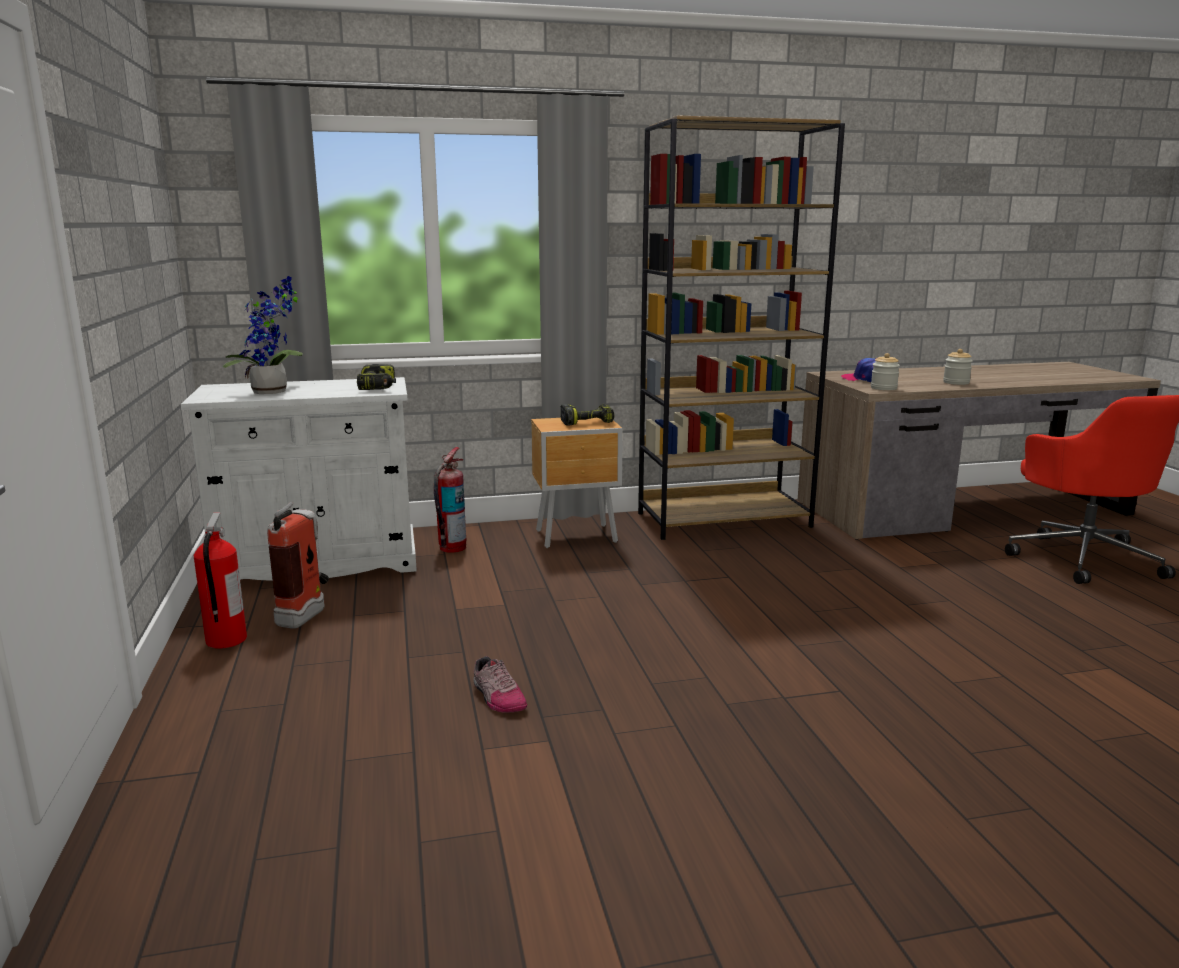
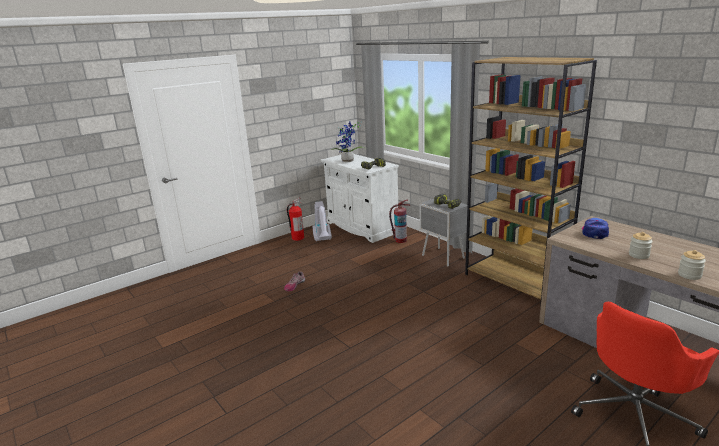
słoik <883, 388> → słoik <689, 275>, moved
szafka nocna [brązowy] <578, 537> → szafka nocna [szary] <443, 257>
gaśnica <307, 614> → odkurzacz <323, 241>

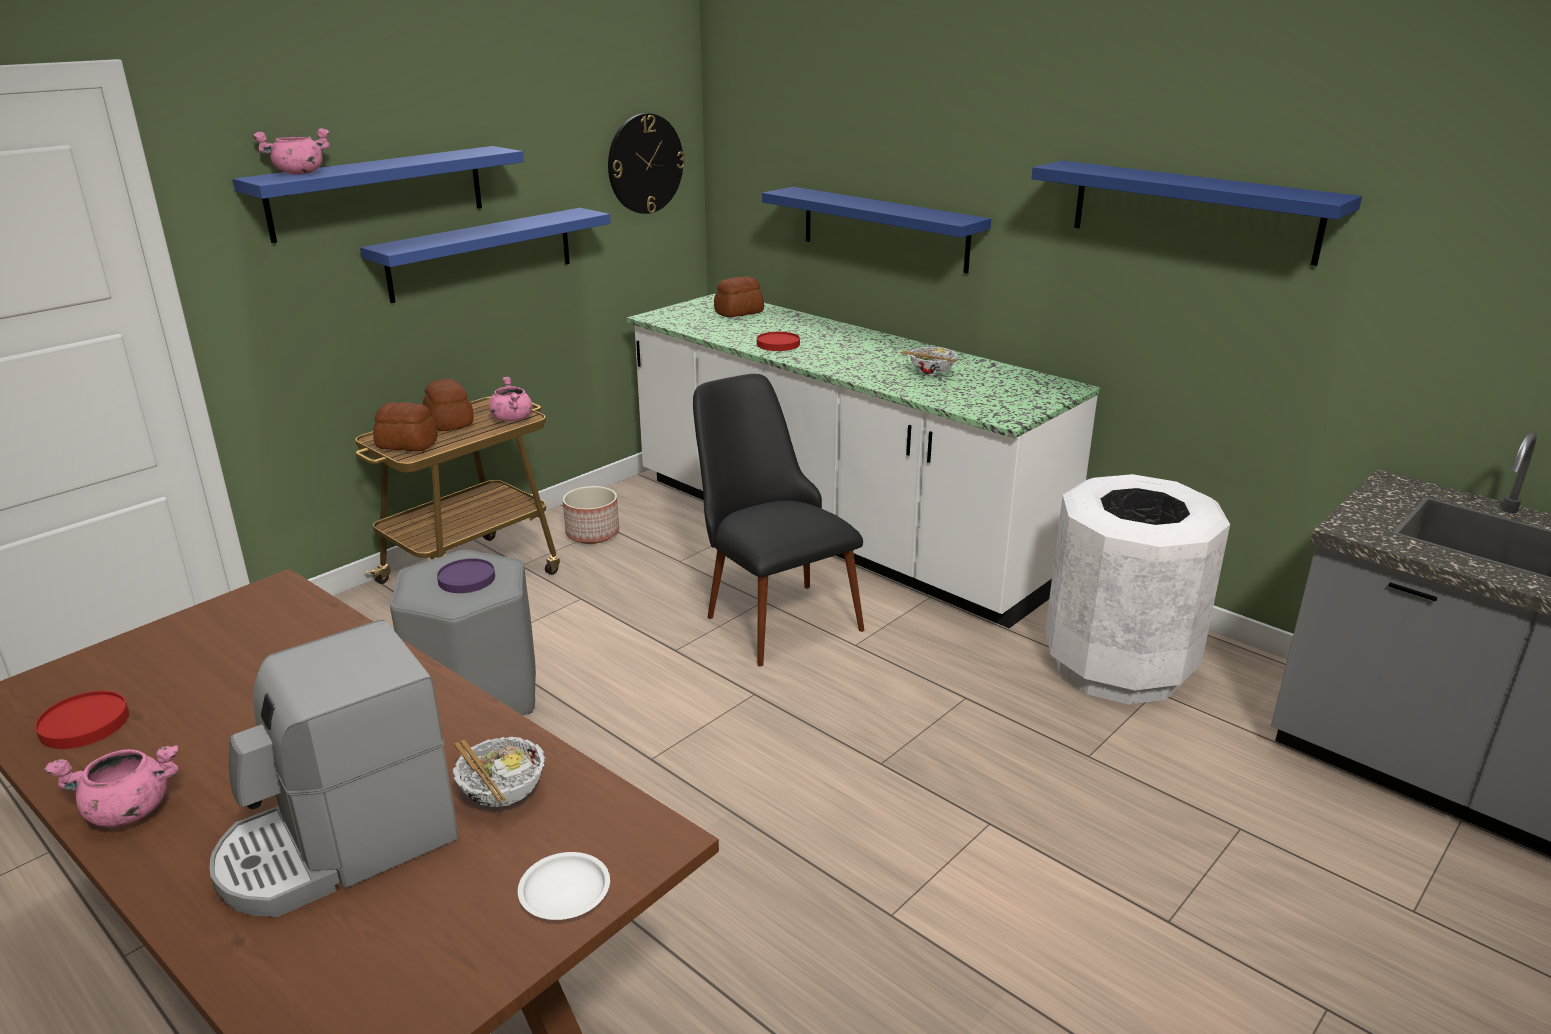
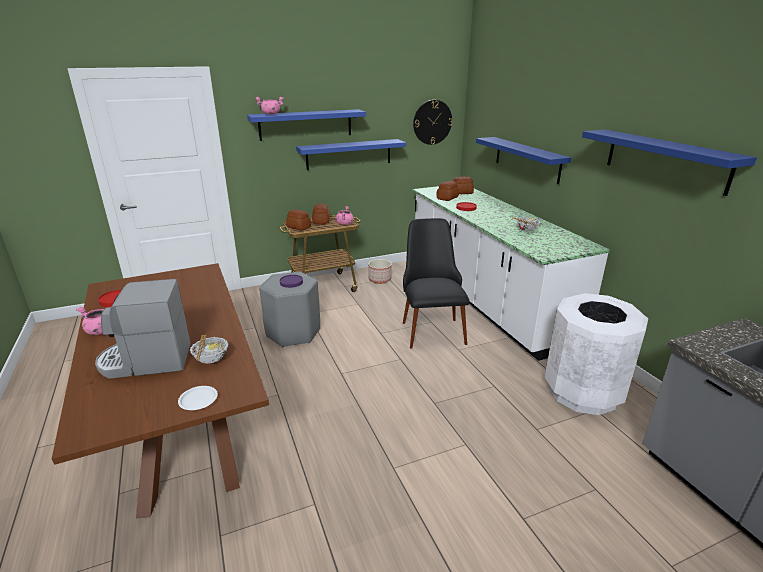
- → chleb <447, 198>

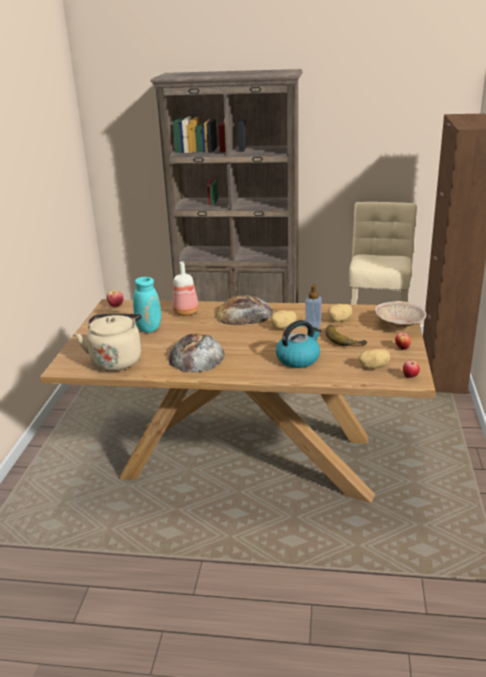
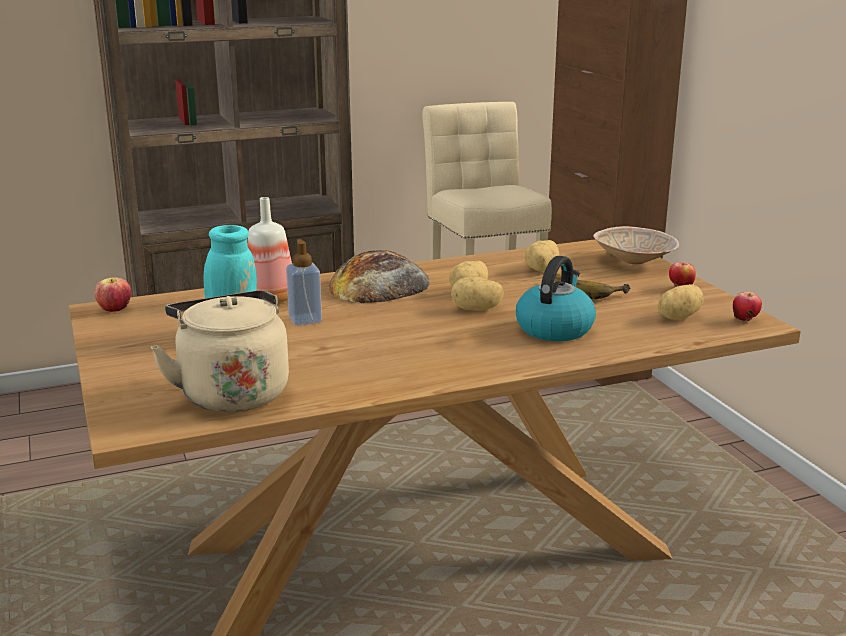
dozownik mydła <313, 325> → dozownik mydła <305, 320>, moved
chleb <196, 356> → -
- → ziemniak <476, 309>

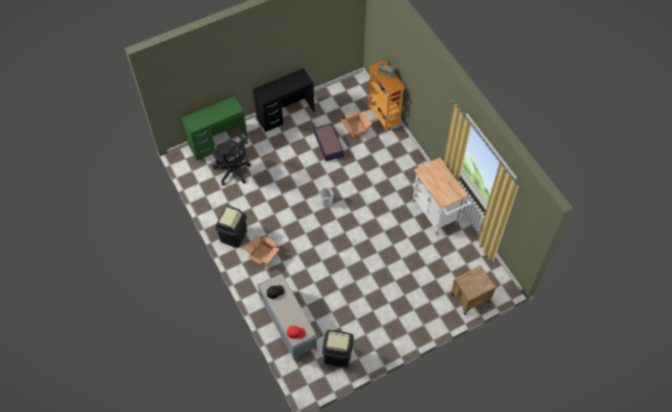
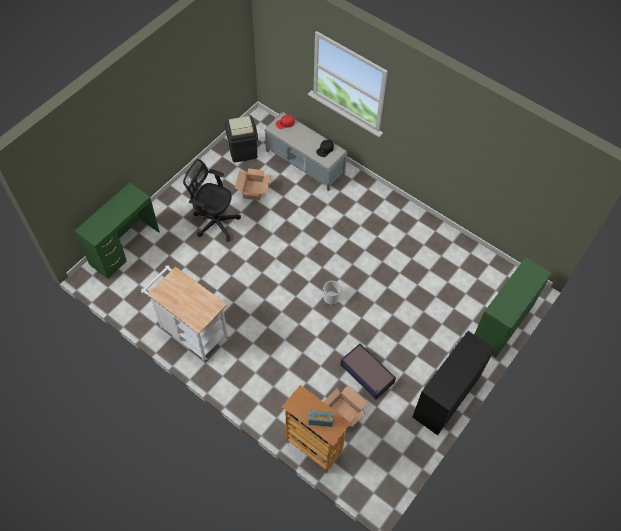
krzesło biurowe [czarny] <233, 172> → krzesło biurowe [czarny] <214, 221>, moved
kosz na śmieci [czarny] <233, 236> → -
karton <262, 255> → karton <254, 190>, moved
szafka nocna [brązowy] <470, 299> → biurko [zielony] <124, 248>

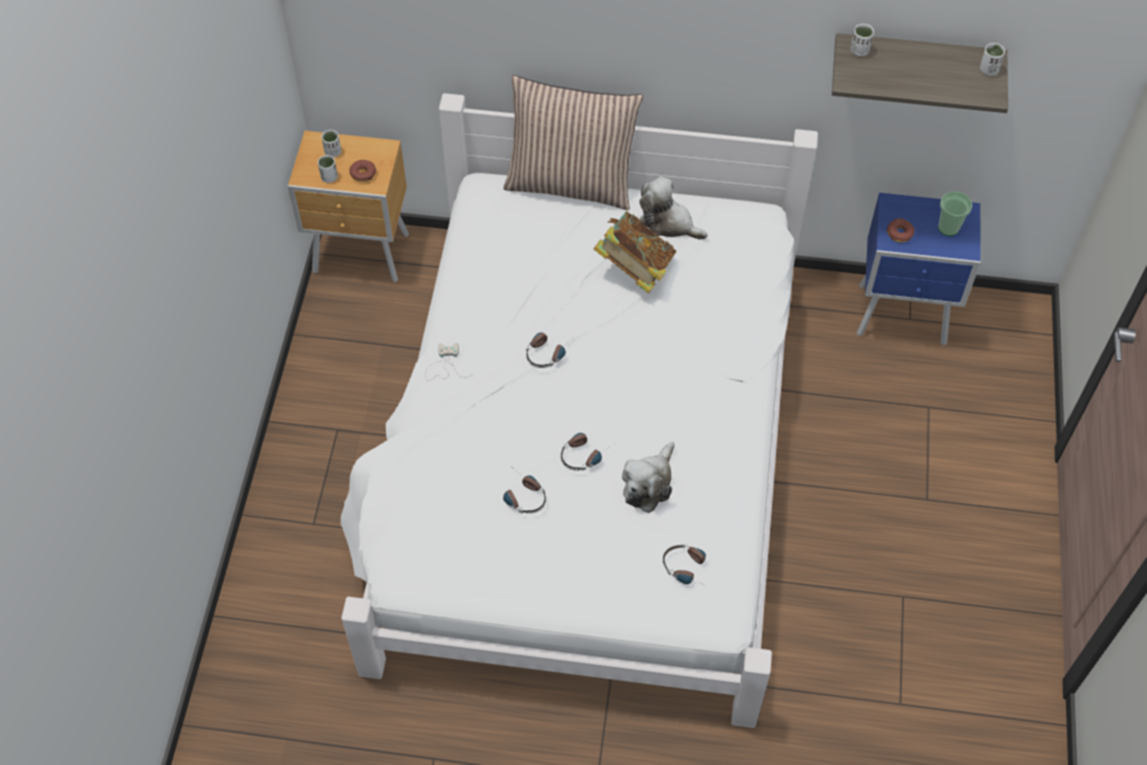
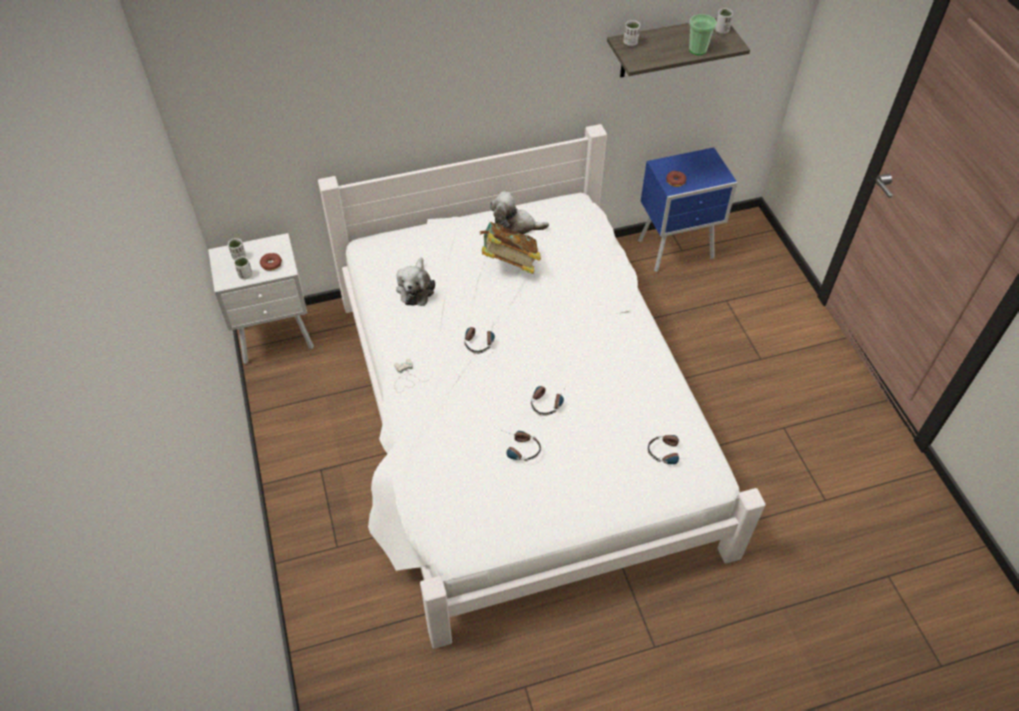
poduszka <571, 183> → -
szafka nocna [brązowy] <363, 255> → szafka nocna [biały] <277, 338>
filiżanka <948, 227> → filiżanka <697, 50>, moved
pluszak <649, 483> → pluszak <416, 289>, moved

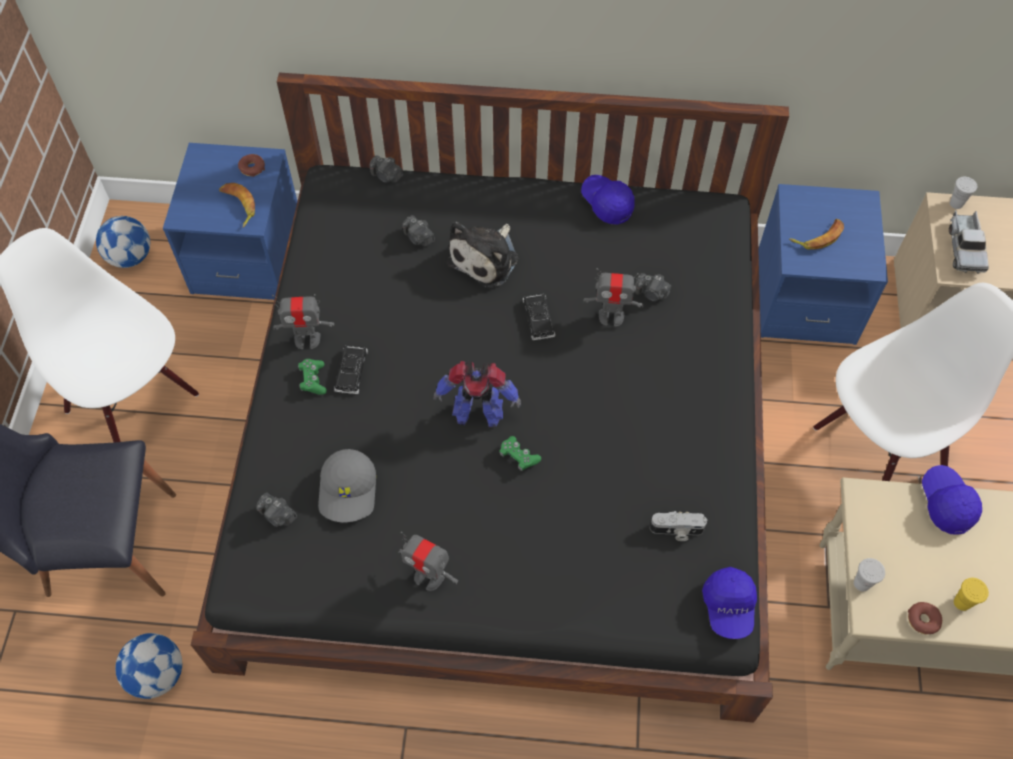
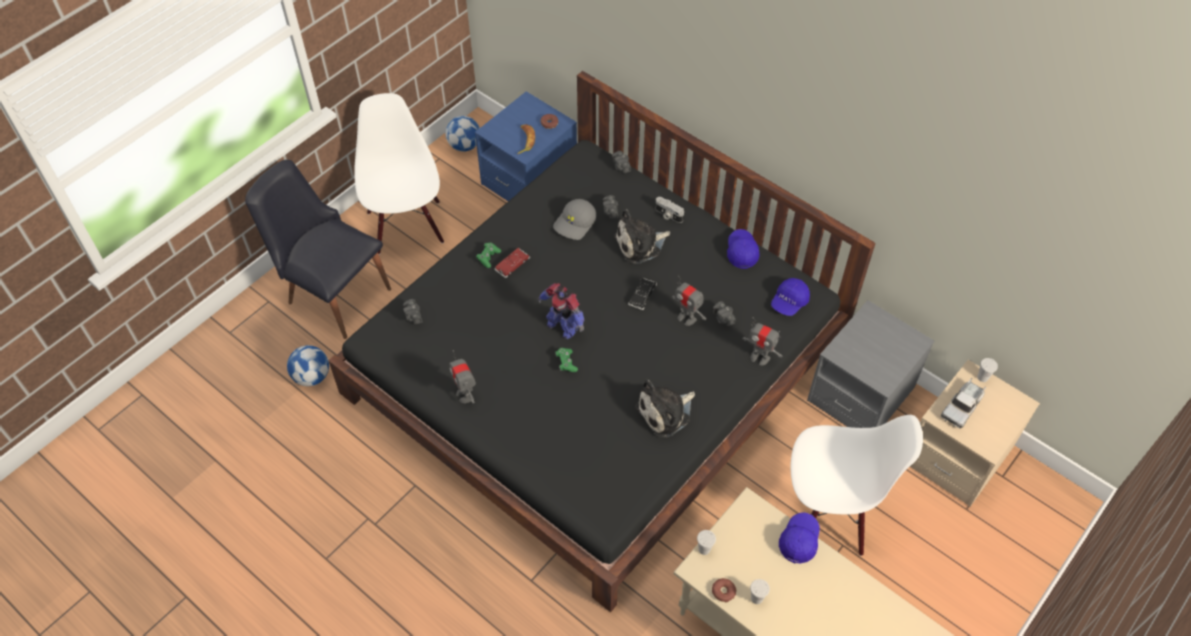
szafka nocna [niebieski] <805, 298> → szafka nocna [szary] <860, 394>
banan <818, 237> → -
robot zabawkowy <307, 339> → robot zabawkowy <760, 357>, moved
samochodzik [czarny] <351, 371> → samochodzik [czerwony] <512, 264>
czapka z daszkiem [szary] <349, 491> → czapka z daszkiem [szary] <575, 224>, moved
aparat fotograficzny <676, 531> → aparat fotograficzny <668, 215>, moved
czapka z daszkiem [niebieski] <728, 607> → czapka z daszkiem [niebieski] <789, 302>, moved
filiżanka [żółty] <962, 602> → filiżanka [biały] <756, 598>
- → pluszak <666, 412>

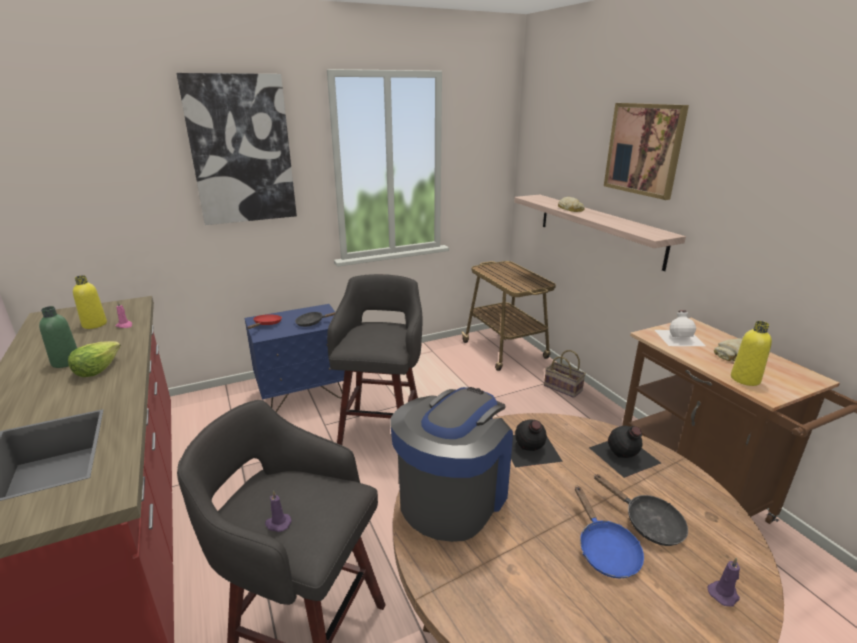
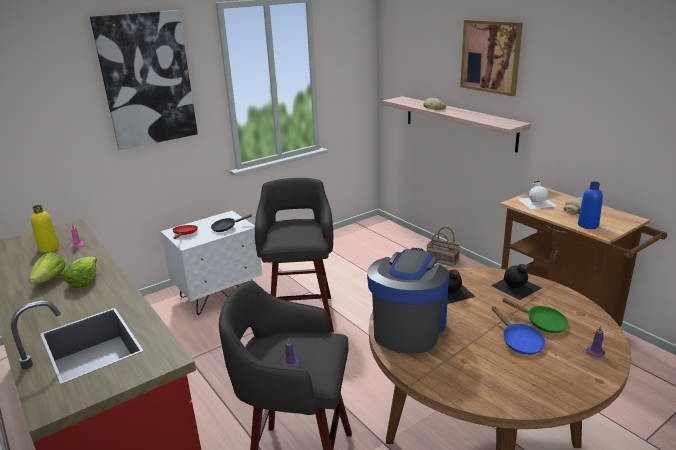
wózek <505, 351> → -
szafka nocna [niebieski] <303, 394> → szafka nocna [biały] <219, 295>
butelka [zielony] <66, 362> → sałata <50, 279>
butelka [żółty] <745, 379> → butelka [niebieski] <588, 225>
patelnia [czarny] <647, 523> → patelnia [zielony] <542, 323>

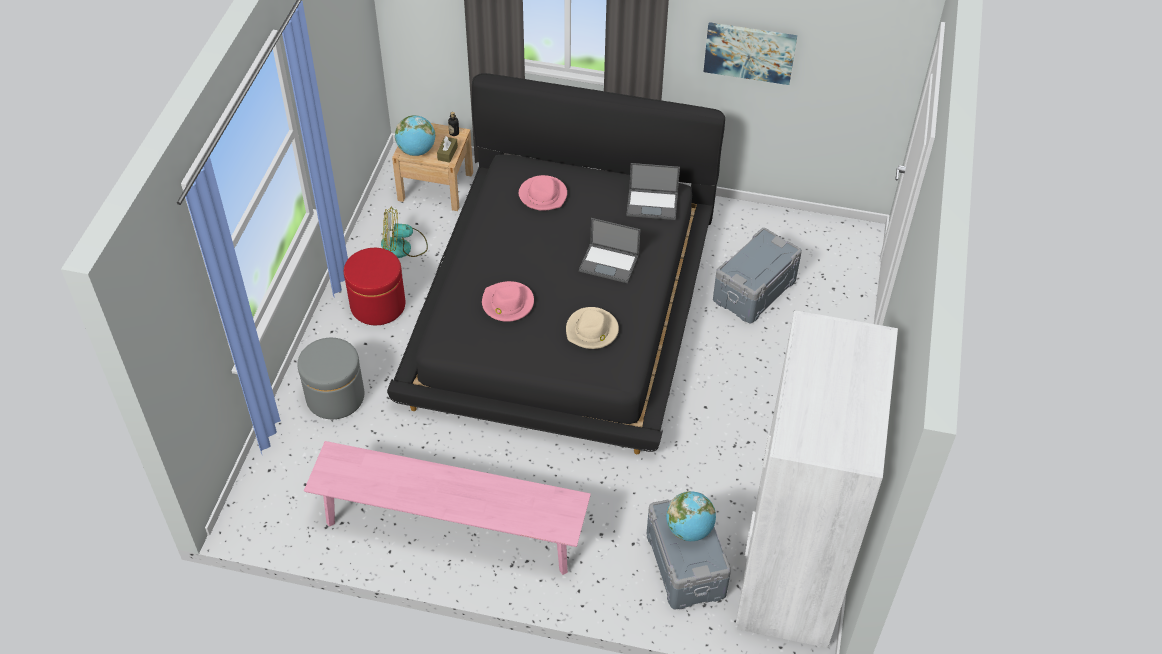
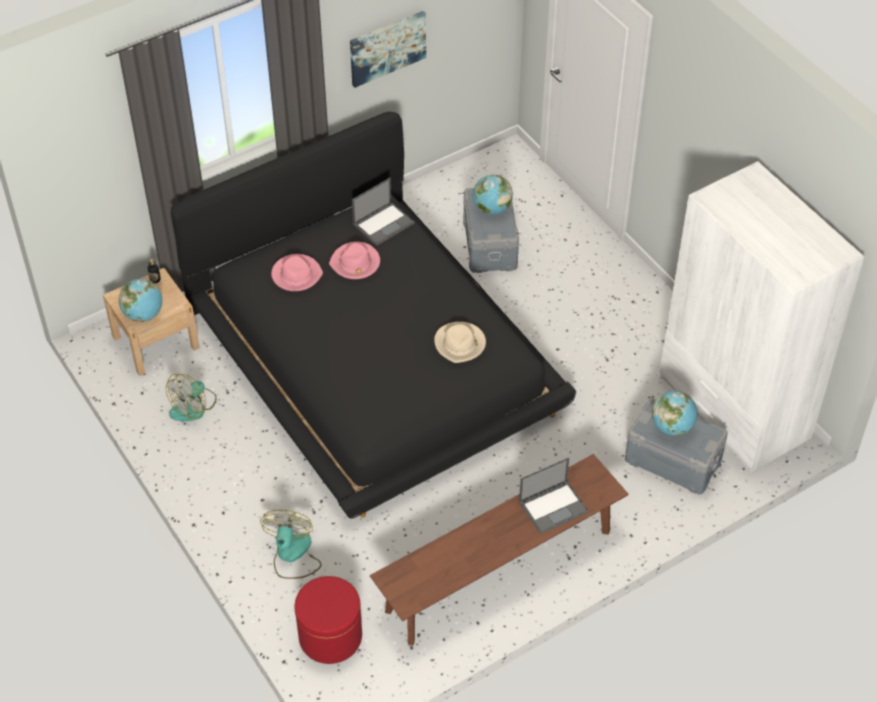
pudełko chusteczek [brązowy] <447, 153> → -
laptop <609, 263> → laptop <554, 506>, moved
pufa [czerwony] <378, 305> → pufa [czerwony] <330, 637>, moved
kapelusz [różowy] <507, 304> → kapelusz [różowy] <355, 263>, moved
pufa [szary] <335, 397> → wentylator <292, 555>
ławka [różowy] <451, 529> → ławka [brązowy] <499, 571>
- → globus <492, 209>

